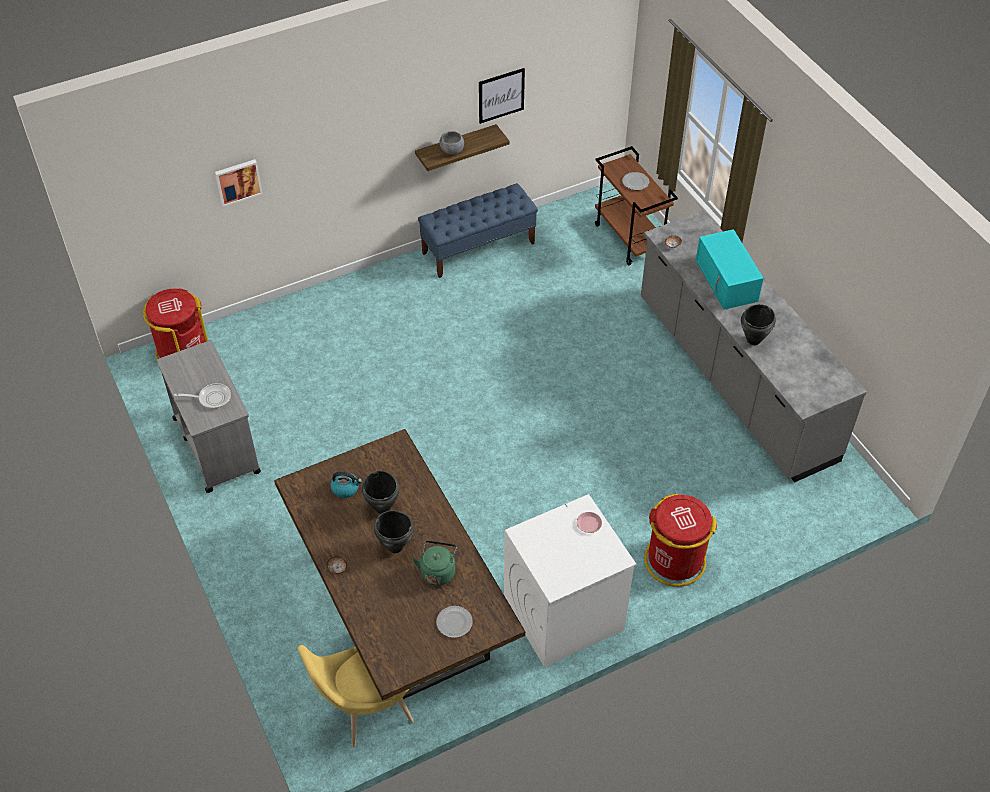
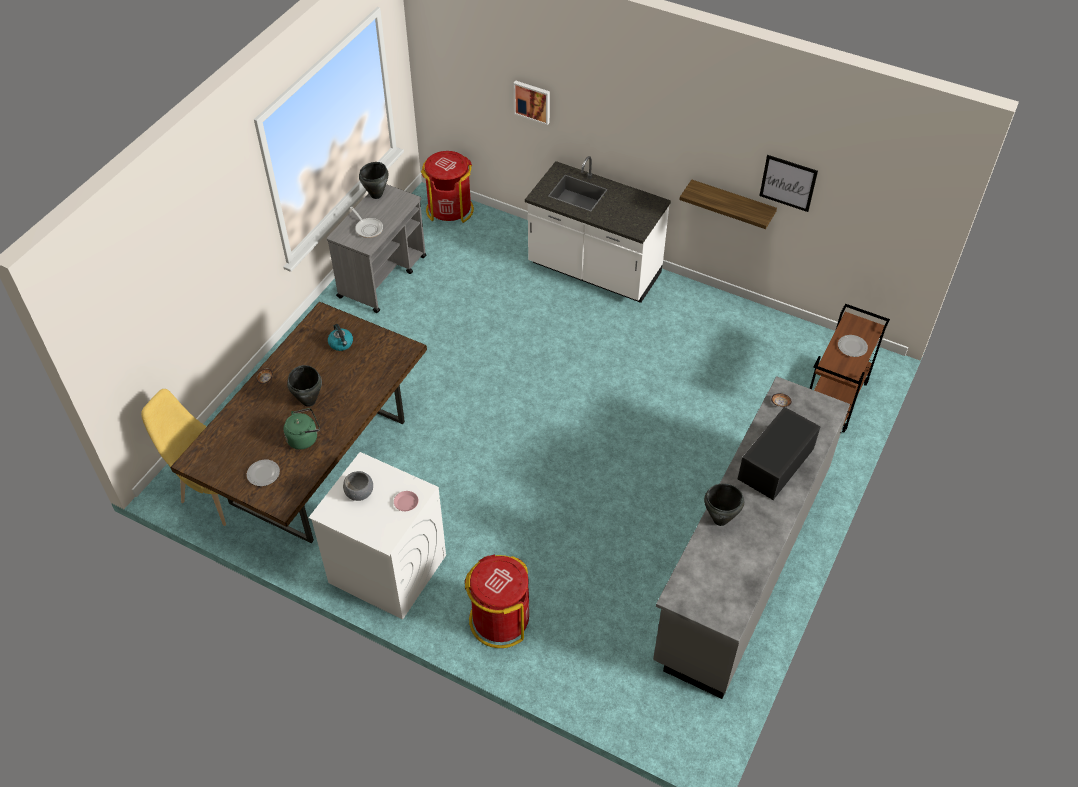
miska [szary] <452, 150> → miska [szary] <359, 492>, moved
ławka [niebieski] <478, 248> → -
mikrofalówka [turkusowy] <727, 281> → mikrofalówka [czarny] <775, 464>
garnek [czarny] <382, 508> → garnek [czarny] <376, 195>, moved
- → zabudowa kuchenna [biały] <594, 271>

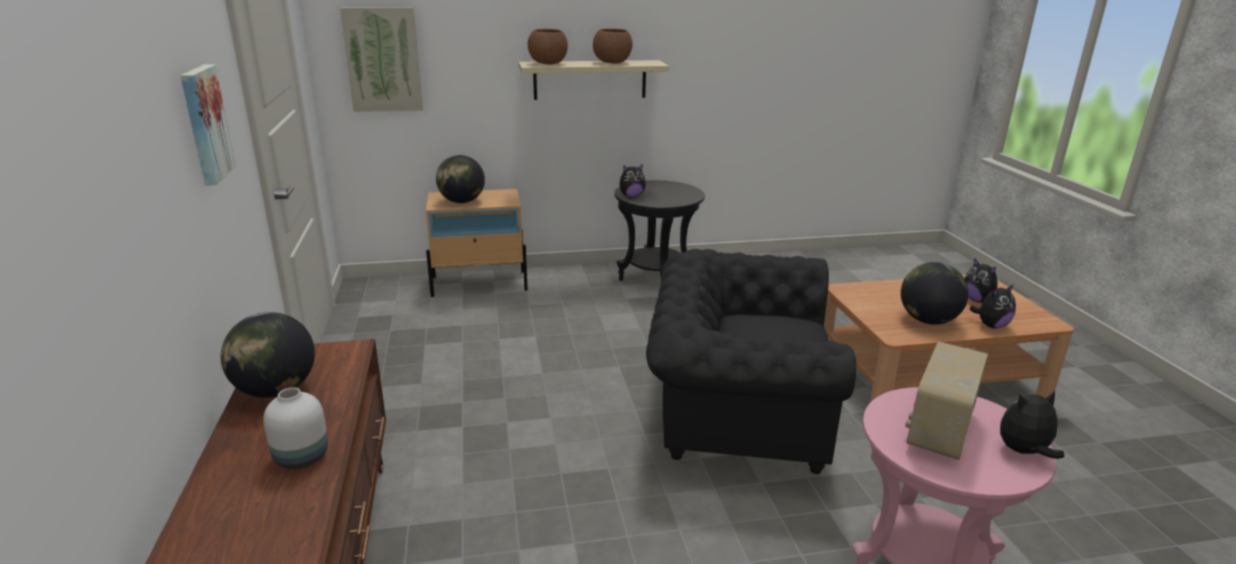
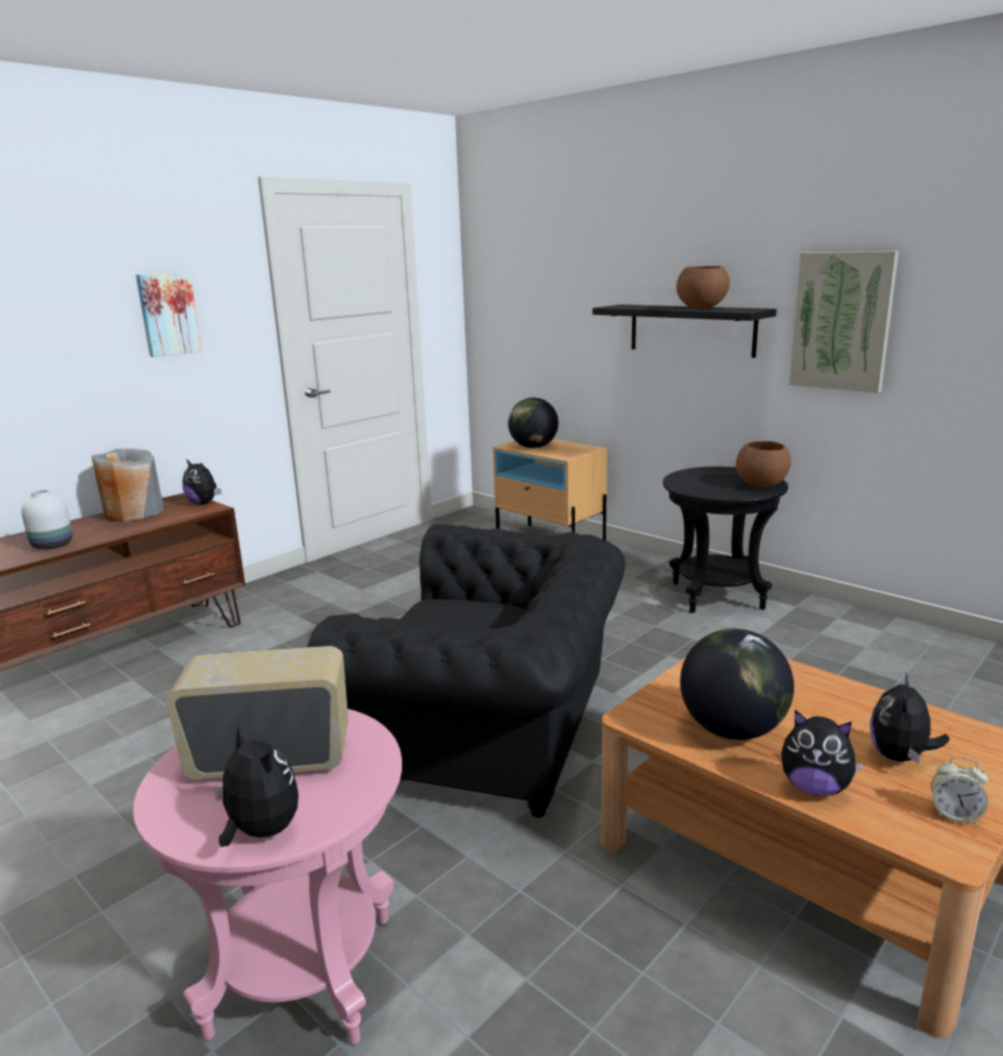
obraz <383, 59> → obraz <842, 321>, moved
miska [brązowy] <548, 63> → miska [brązowy] <761, 485>, moved
półka [beżowy] <590, 79> → półka [czarny] <691, 330>
pluszak <631, 196> → pluszak <204, 503>, moved
fotel [czarny] <735, 415> → fotel [czarny] <494, 738>, 135 degrees clockwise
globus <276, 390> → wazon [szary] <133, 513>
- → budzik <954, 814>

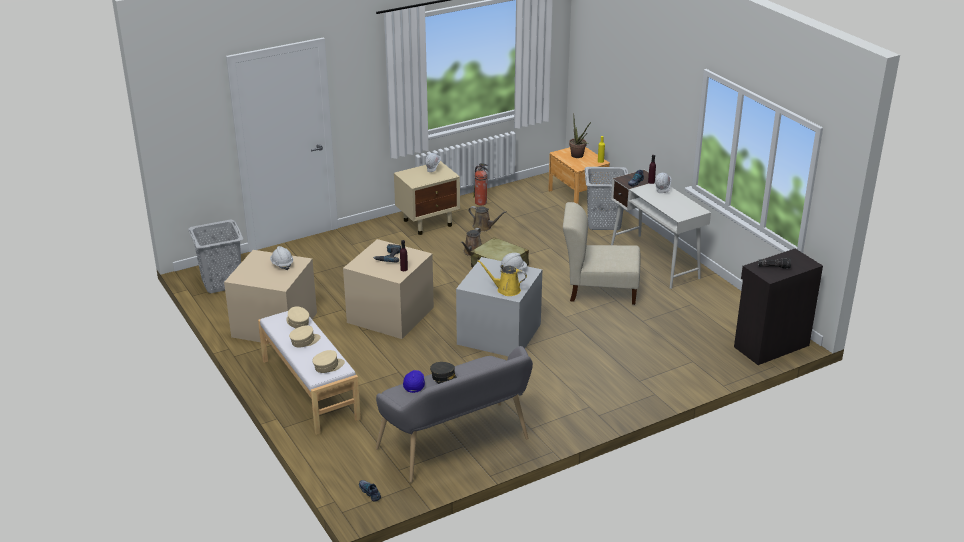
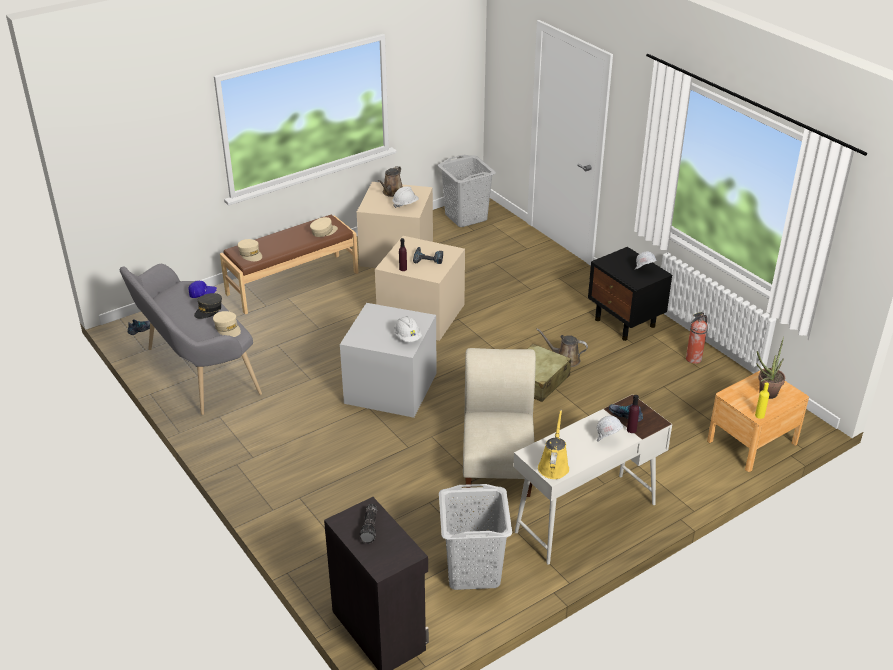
szafka nocna [beżowy] <428, 222> → szafka nocna [czarny] <625, 323>
kosz na pranie [szary] <604, 223> → kosz na pranie [szary] <472, 571>, moved
konewka [brązowy] <484, 227> → konewka [brązowy] <392, 192>, moved
konewka [żółty] <506, 290> → konewka [żółty] <553, 465>, moved
ławka [biały] <309, 389> → ławka [brązowy] <292, 283>
czapka z daszkiem [beżowy] <305, 341> → czapka z daszkiem [beżowy] <227, 328>, moved

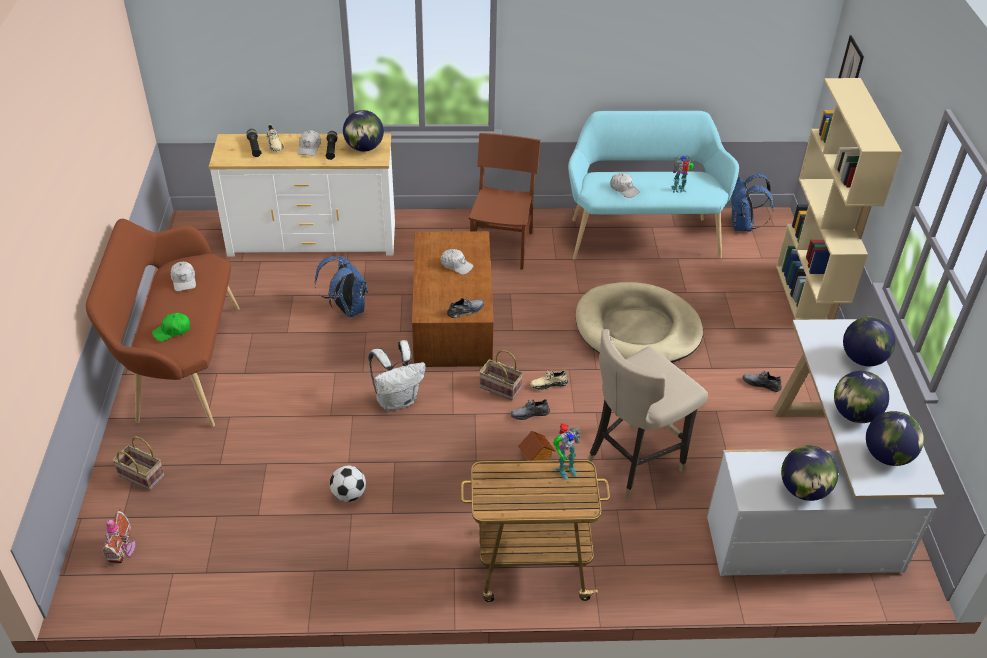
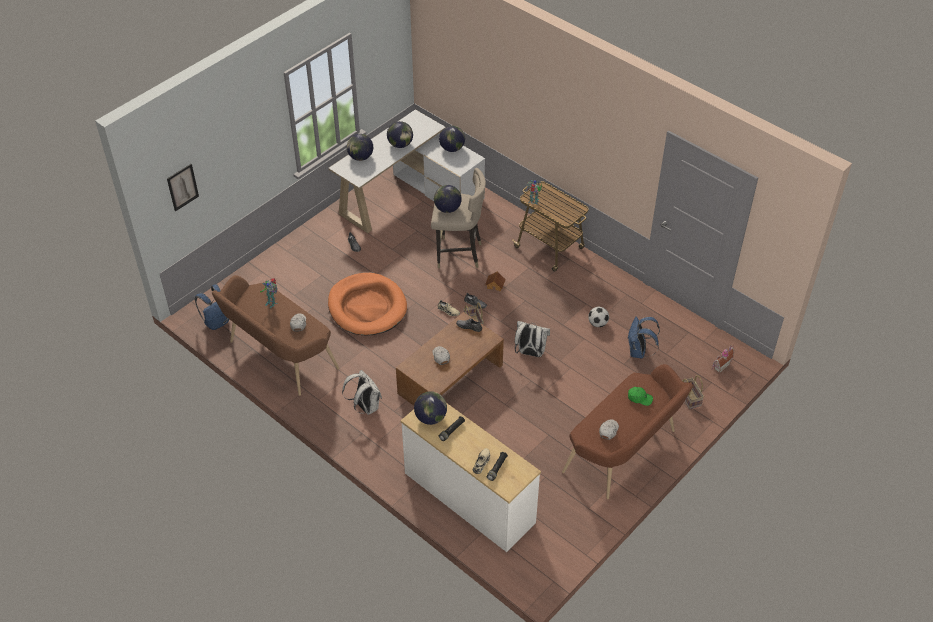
regał [beżowy] <806, 304> → -
ławka [turkusowy] <642, 234> → ławka [brązowy] <278, 357>
czapka z daszkiem [biały] <309, 147> → -
krzesło [brązowy] <502, 247> → plecak [biały] <365, 406>
plecak [niebieski] <347, 309> → plecak [niebieski] <638, 352>, moved
legowisko [beżowy] <637, 329> → legowisko [pomarańczowy] <367, 307>
globus <887, 456> → globus <447, 209>, moved

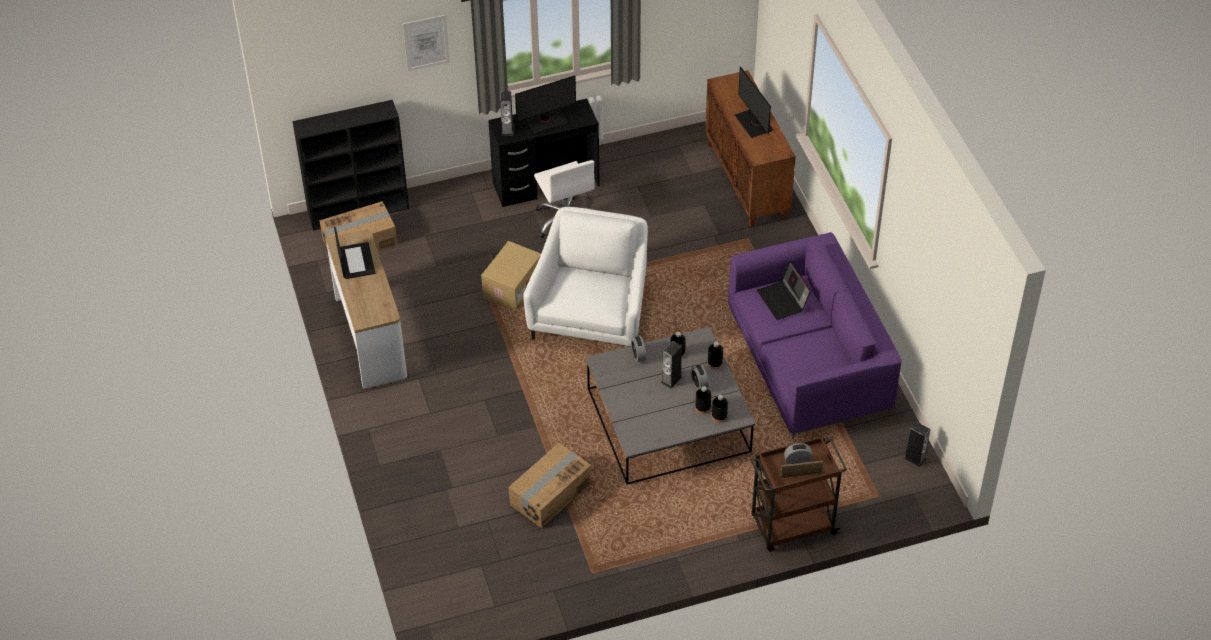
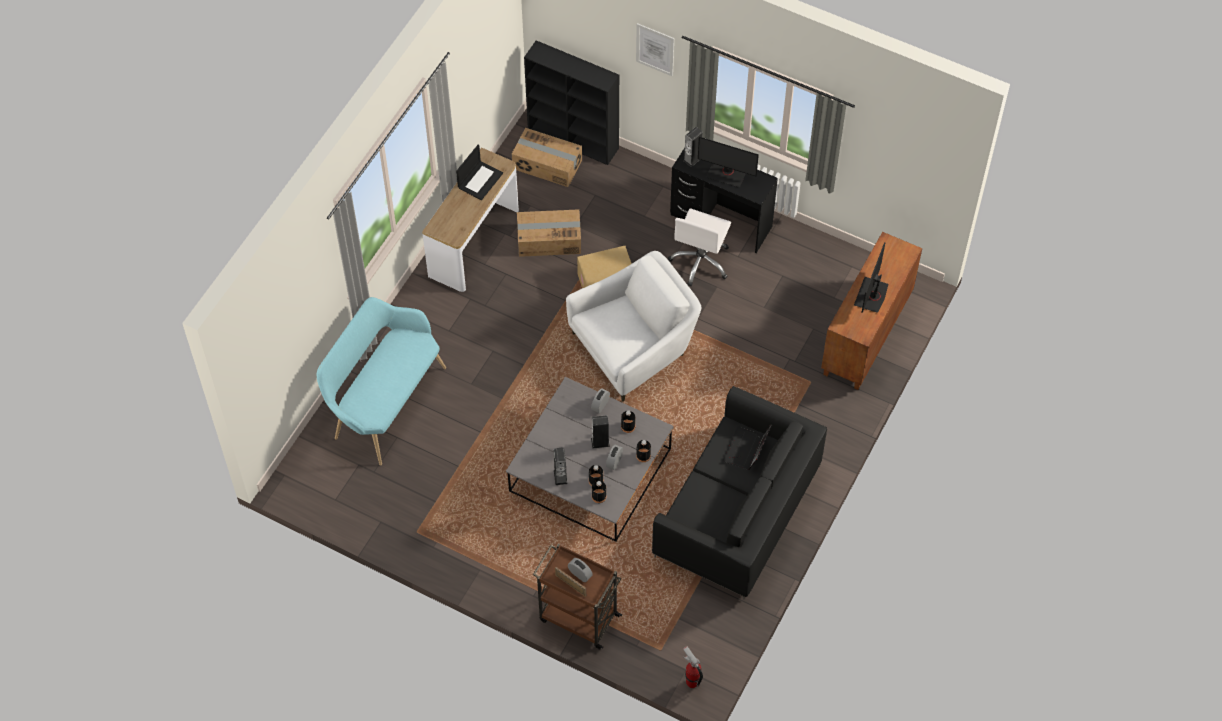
kanapa [fioletowy] <809, 361> → kanapa [czarny] <737, 511>
głośnik <915, 458> → głośnik <560, 476>, moved
karton <550, 494> → karton <549, 239>, moved
- → ławka [turkusowy] <384, 402>
- → gaśnica <692, 682>

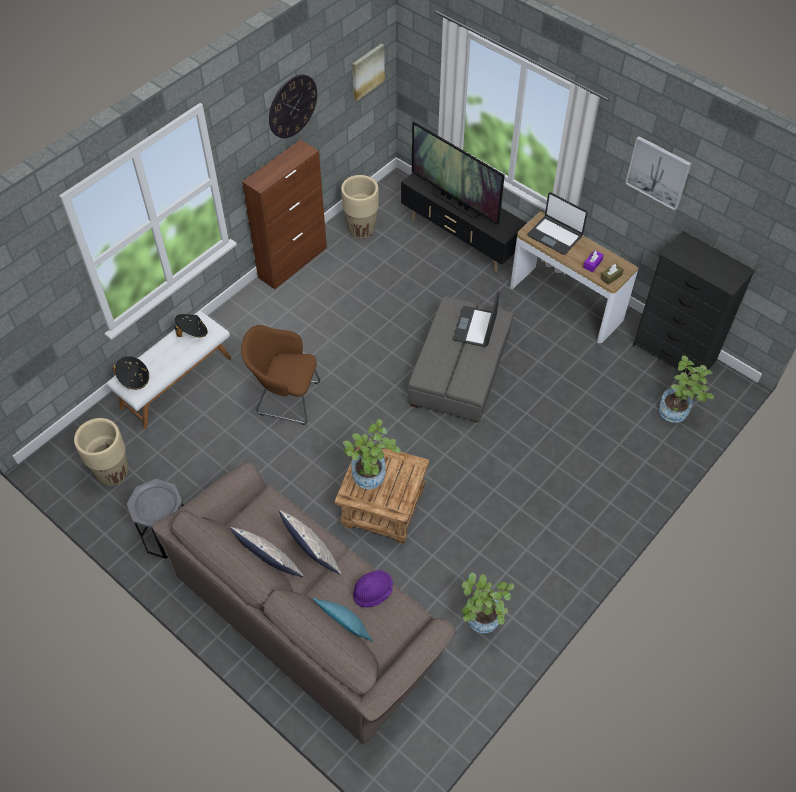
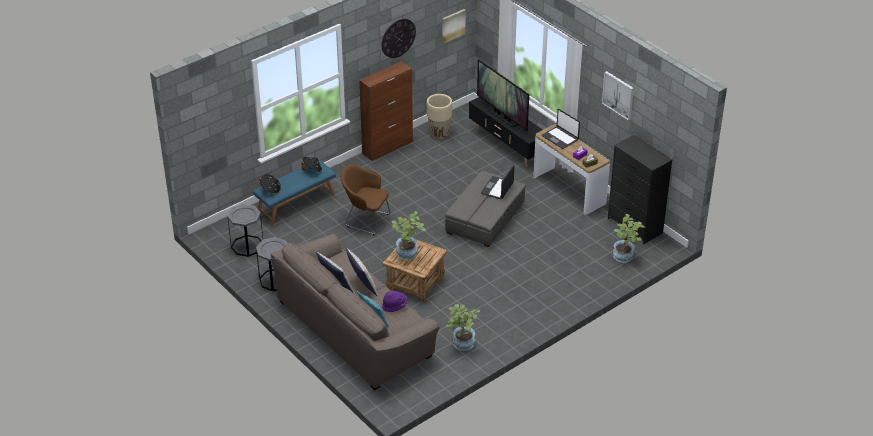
ławka [biały] <176, 382> → ławka [niebieski] <296, 203>
donica [beżowy] <113, 473> → stolik [szary] <247, 246>

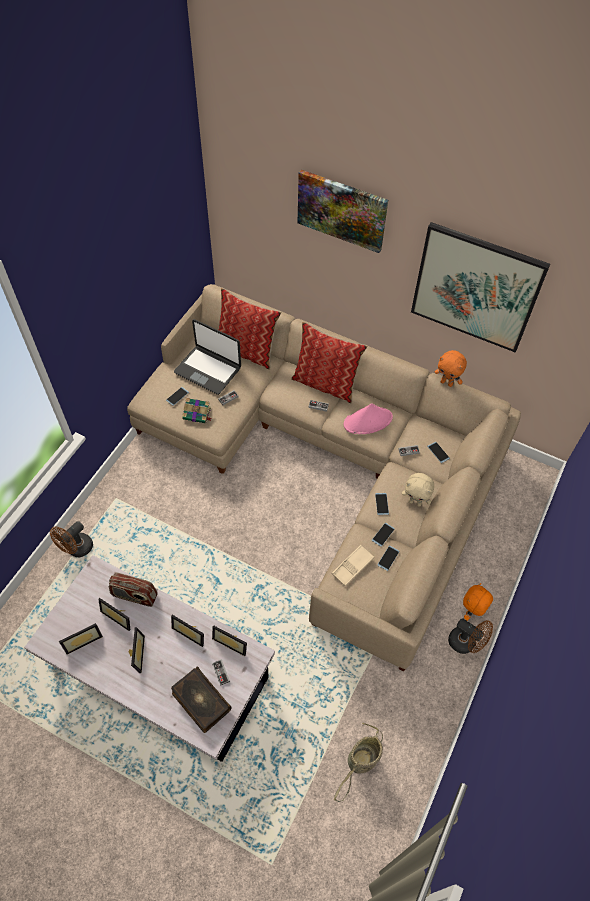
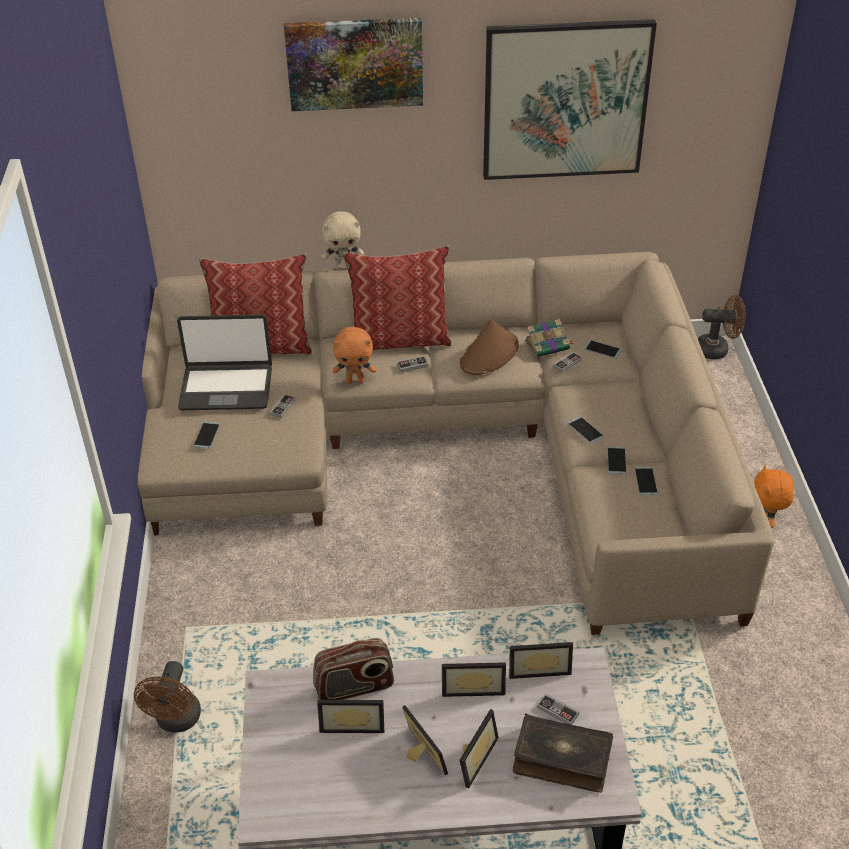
pluszak [pomarańczowy] <447, 383> → pluszak [pomarańczowy] <355, 381>, moved
książka <197, 414> → książka <548, 345>, moved
kapelusz [różowy] <368, 421> → kapelusz [brązowy] <489, 354>
pluszak [beżowy] <415, 502> → pluszak [beżowy] <344, 266>, moved
taca [beżowy] <352, 567> → -
wentylator [brązowy] <466, 643> → wentylator [brązowy] <717, 350>, moved
ramka na zdjęcie <82, 639> → ramka na zdjęcie <472, 757>, moved
koszyk <360, 762> → -

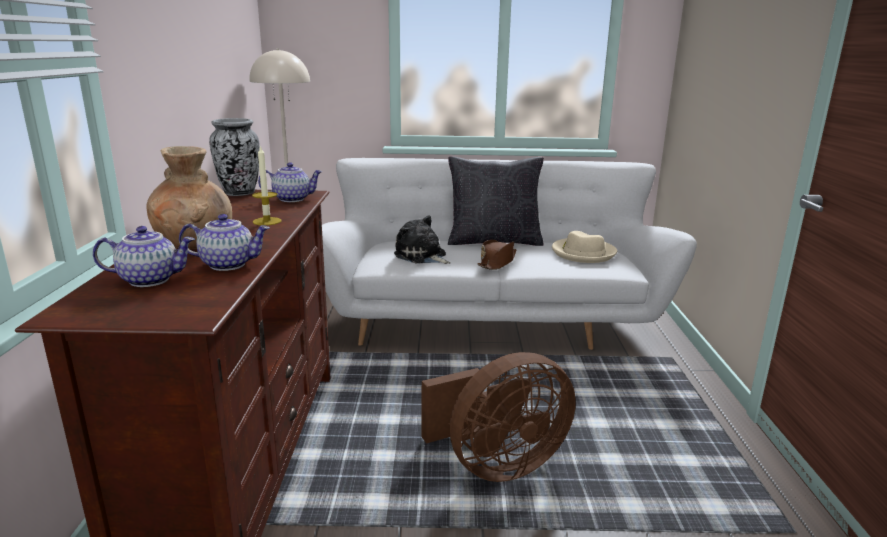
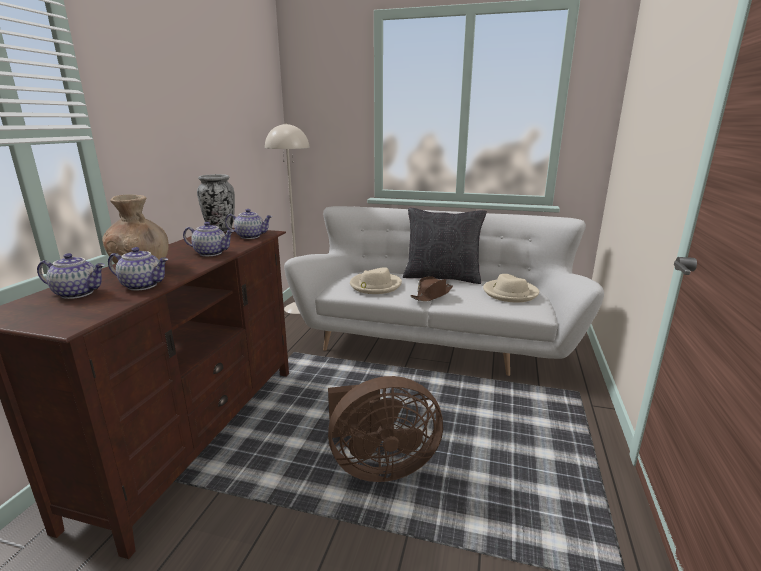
świeca <267, 221> → imbryk <211, 253>
pluszak <422, 256> → kapelusz [beżowy] <375, 285>

